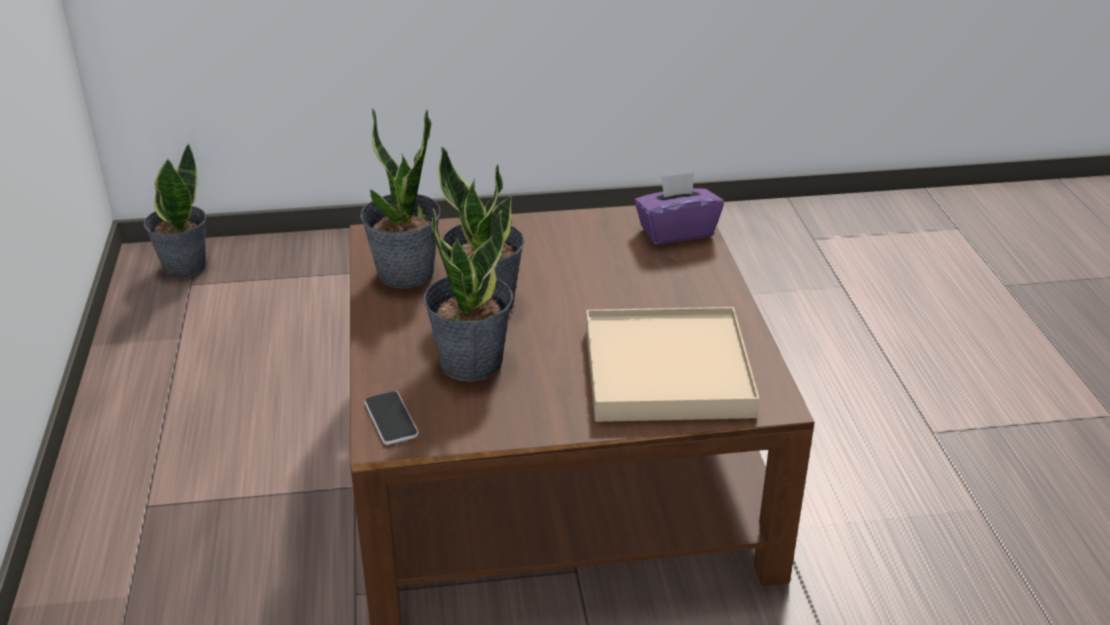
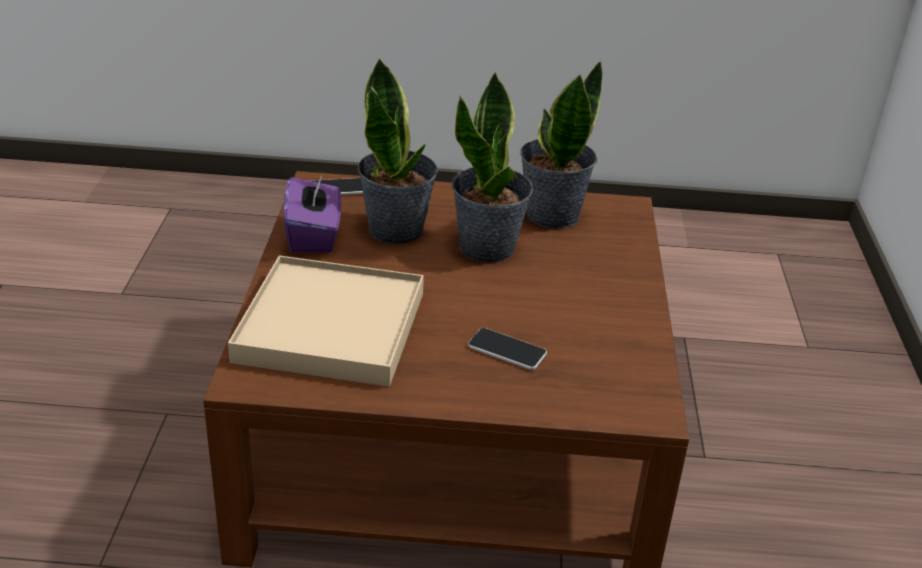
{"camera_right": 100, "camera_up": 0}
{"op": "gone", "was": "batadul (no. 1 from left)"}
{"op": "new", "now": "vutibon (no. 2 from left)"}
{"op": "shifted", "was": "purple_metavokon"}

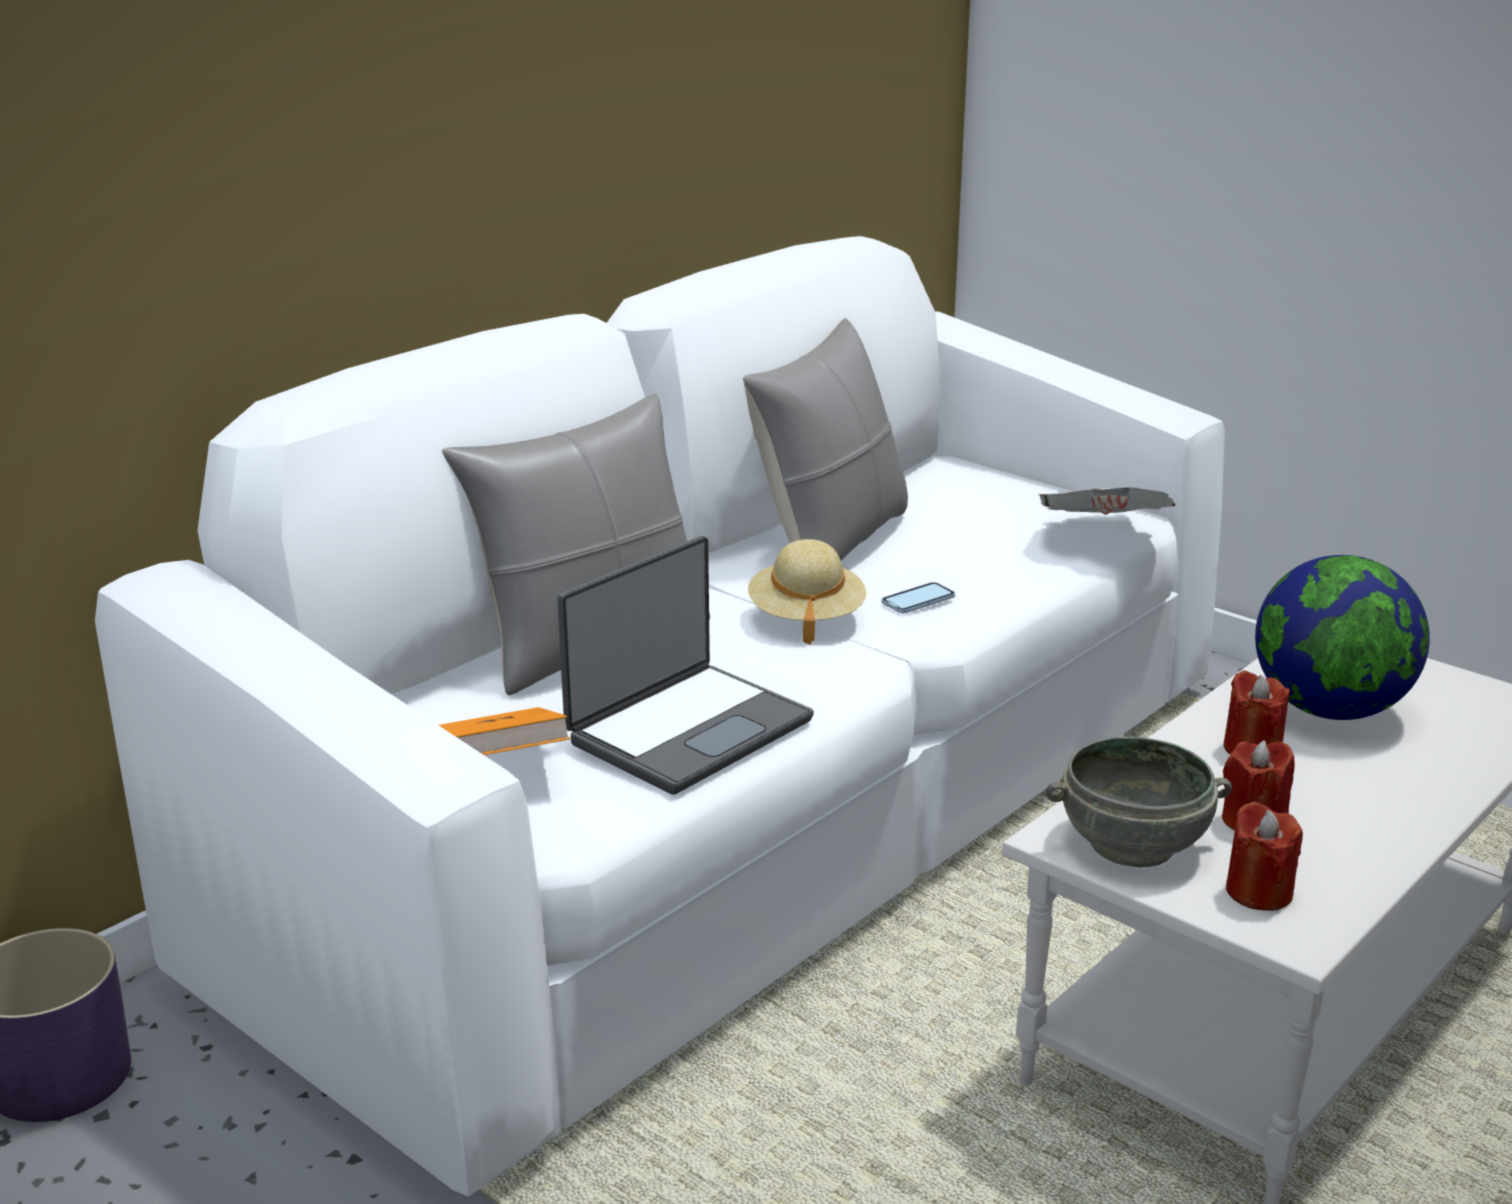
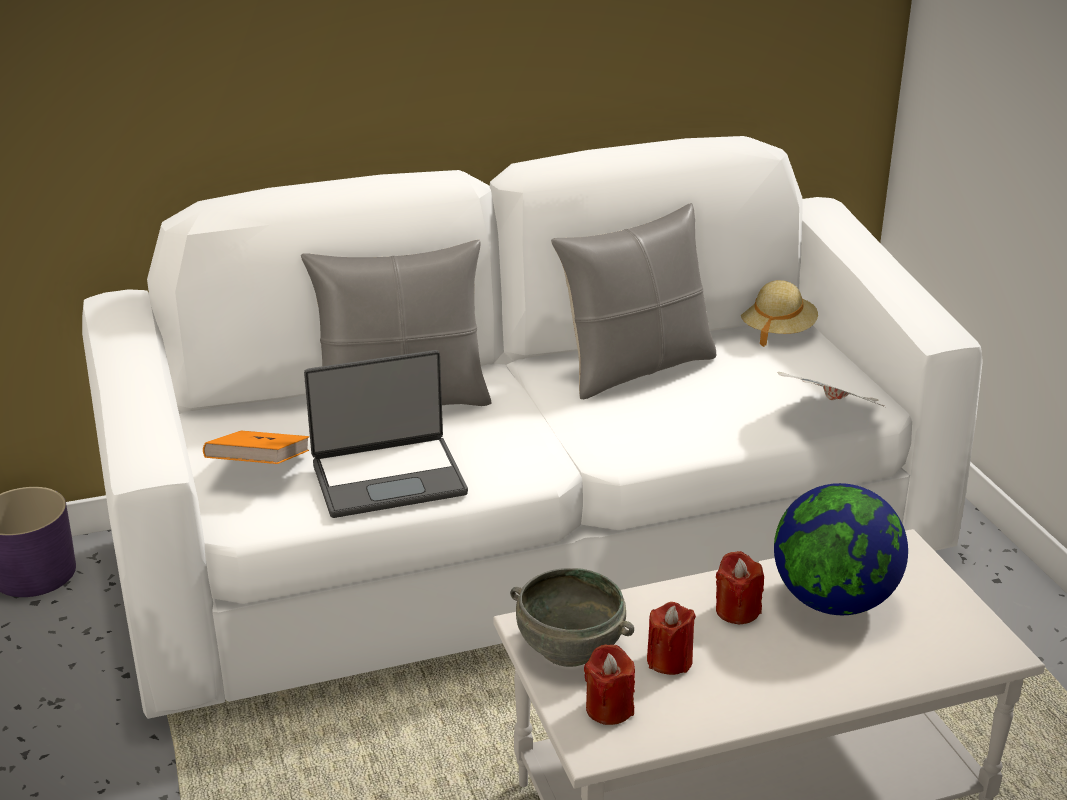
{"camera_right": 30, "camera_up": 5}
{"op": "gone", "was": "vutibon"}
{"op": "shifted", "was": "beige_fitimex"}

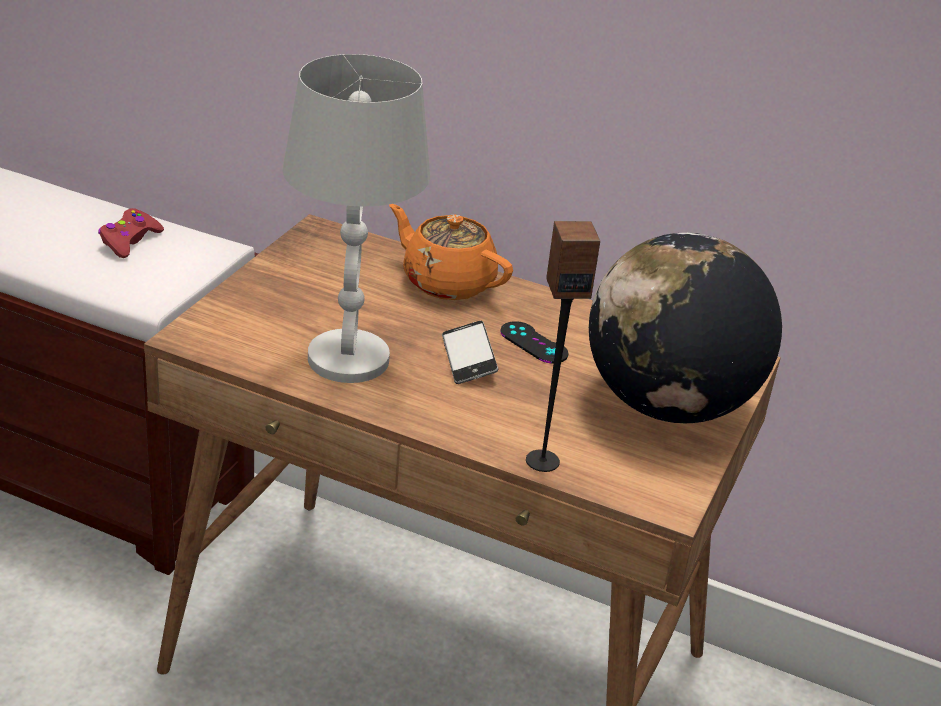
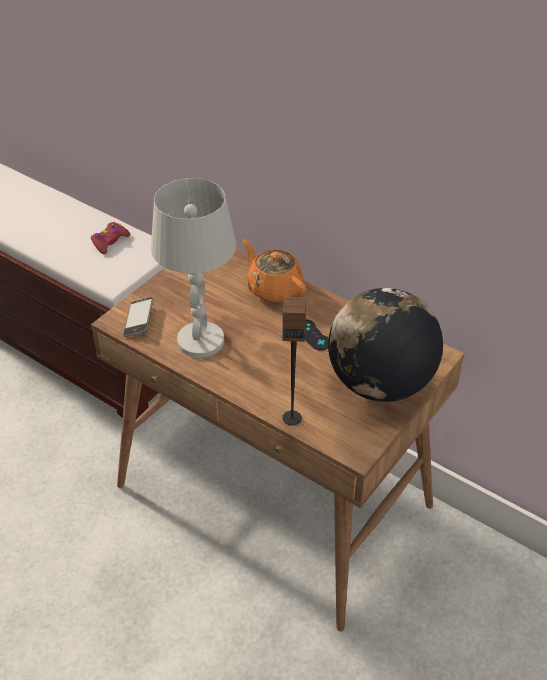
{"camera_right": 15, "camera_up": 10}
{"op": "shifted", "was": "vutibon"}

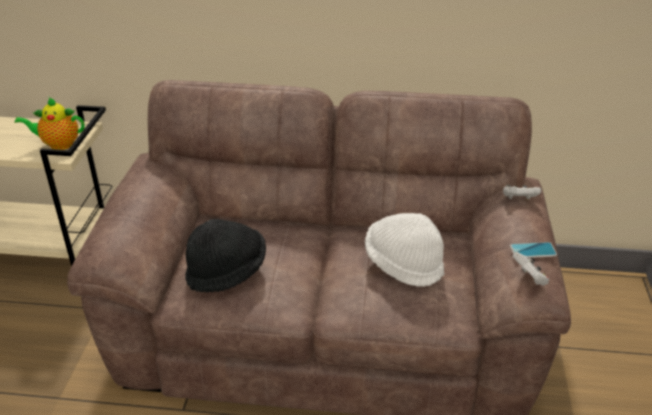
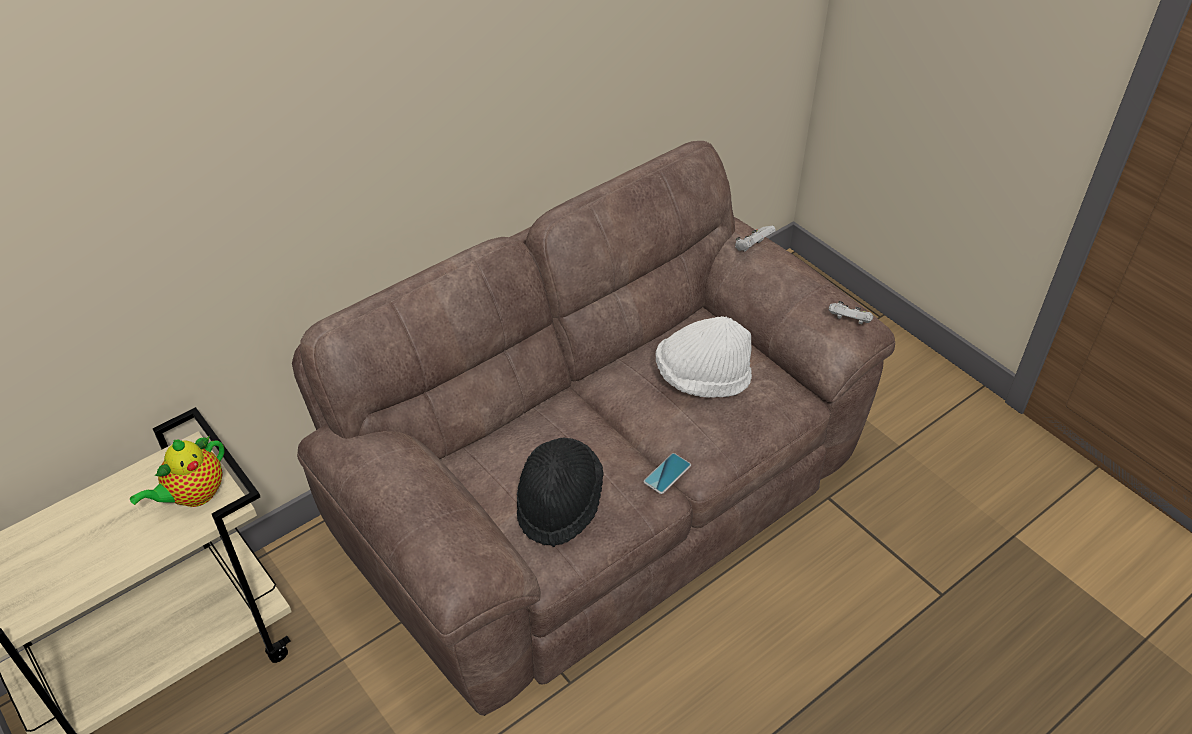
{"camera_right": -45, "camera_up": 10}
{"op": "shifted", "was": "vutibon"}

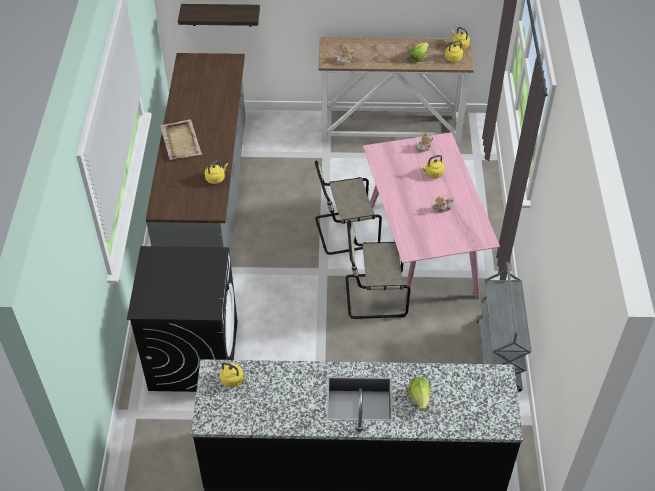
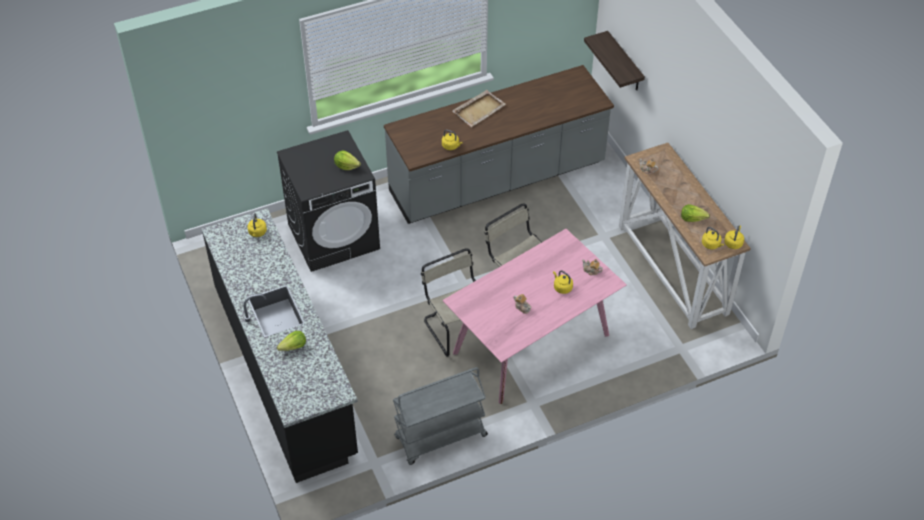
{"camera_right": 65, "camera_up": 0}
{"op": "new", "now": "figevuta (no. 2 from left)"}

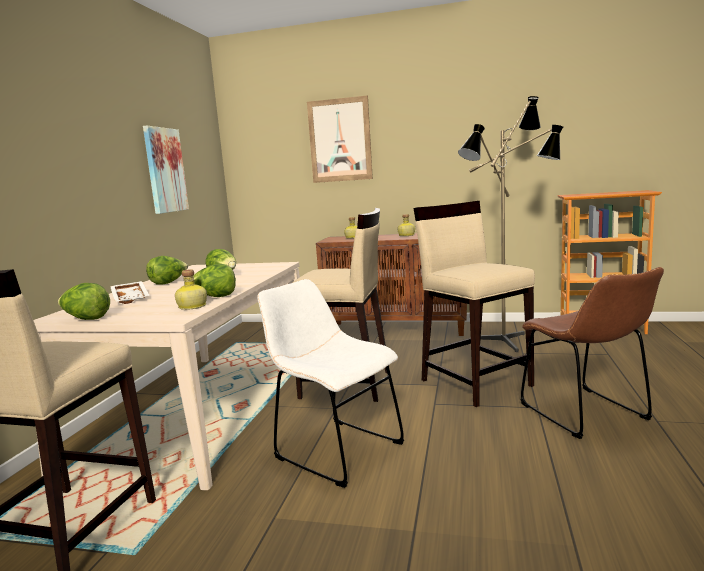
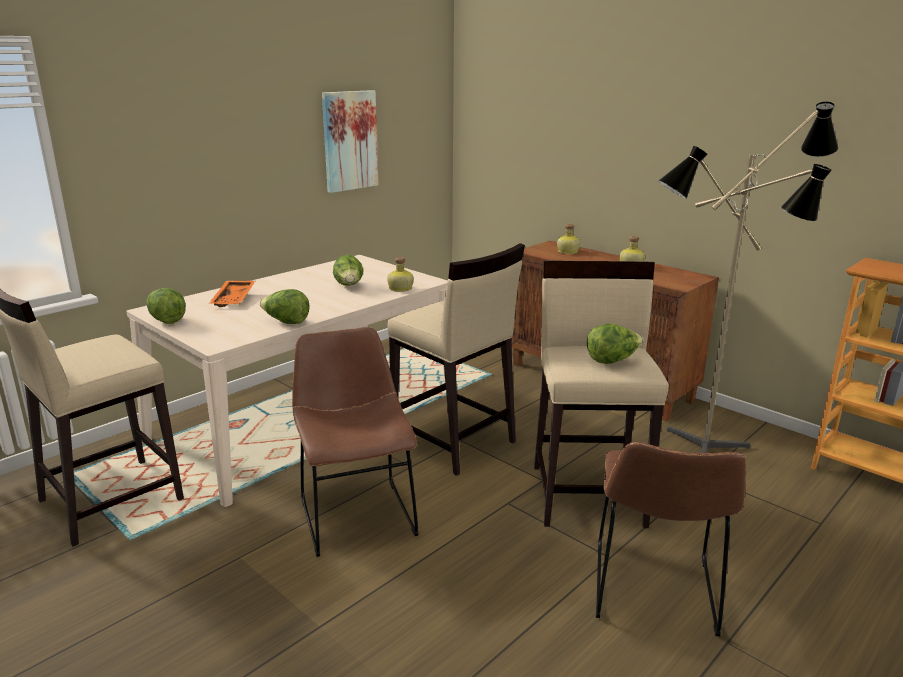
{"camera_right": 30, "camera_up": 10}
{"op": "gone", "was": "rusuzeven (no. 2 from left)"}
{"op": "shifted", "was": "figevuta (no. 2 from left in the first image)", "now": "figevuta (no. 4 from left)"}
{"op": "shifted", "was": "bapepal (no. 1 from left)"}
{"op": "repainted", "was": "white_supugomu", "now": "orange_supugomu"}
{"op": "repainted", "was": "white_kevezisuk", "now": "brown_kevezisuk (no. 1 from left)"}

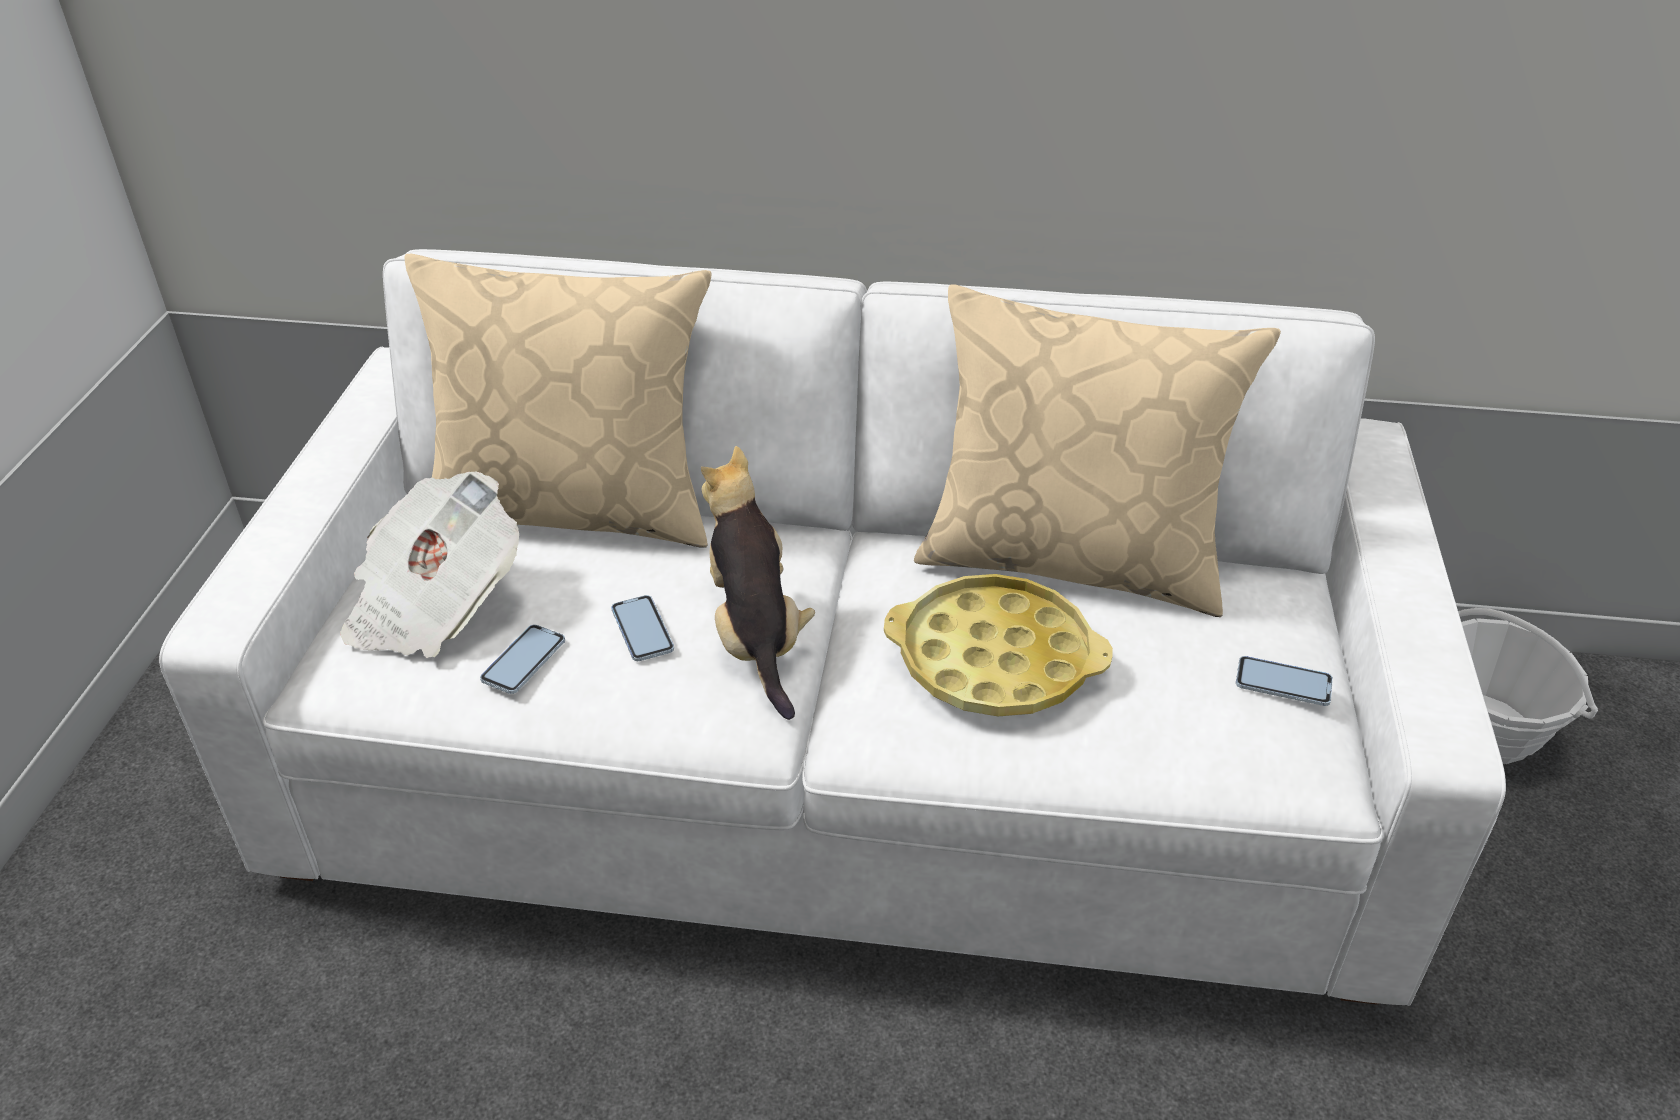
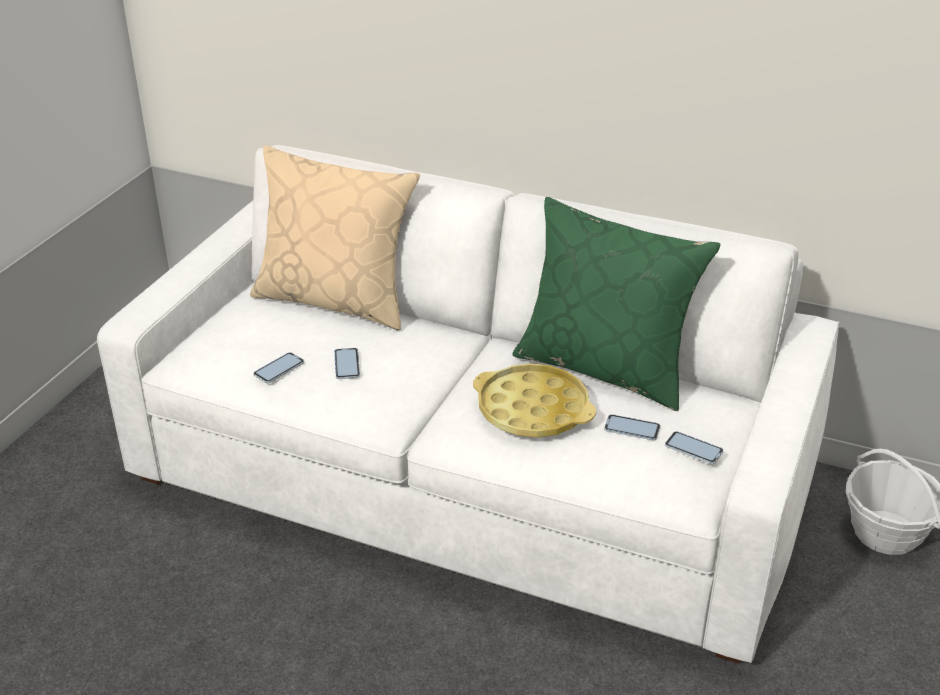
{"camera_right": 15, "camera_up": -5}
{"op": "gone", "was": "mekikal"}
{"op": "gone", "was": "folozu"}
{"op": "new", "now": "vutibon (no. 3 from left)"}
{"op": "repainted", "was": "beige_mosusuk (no. 2 from left)", "now": "green_mosusuk"}

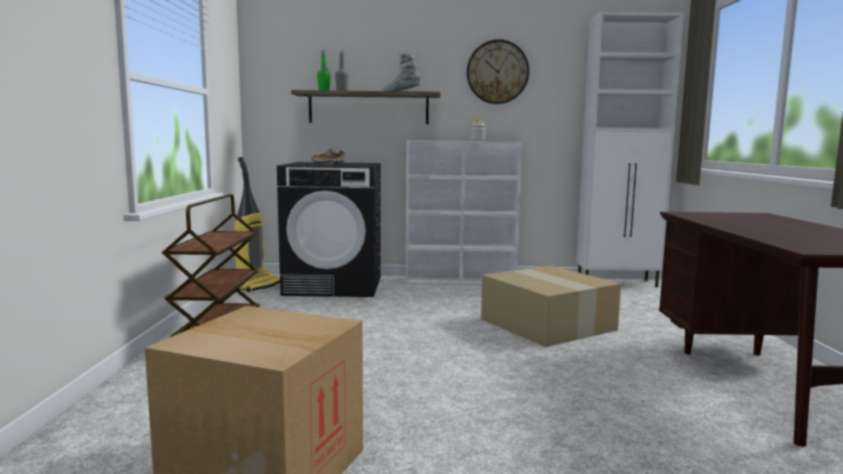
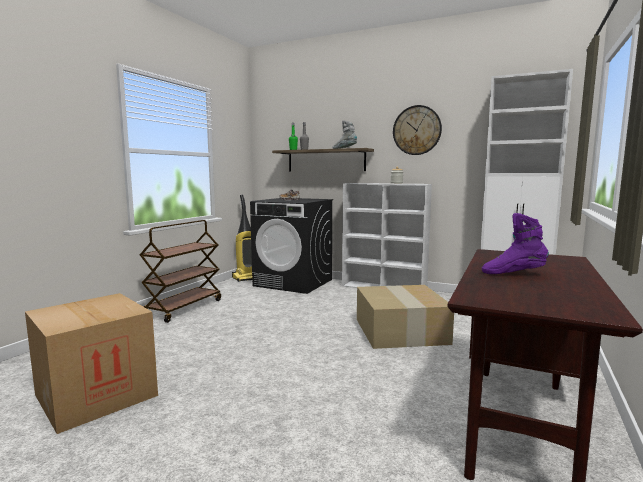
{"camera_right": 25, "camera_up": 0}
{"op": "new", "now": "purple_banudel"}

